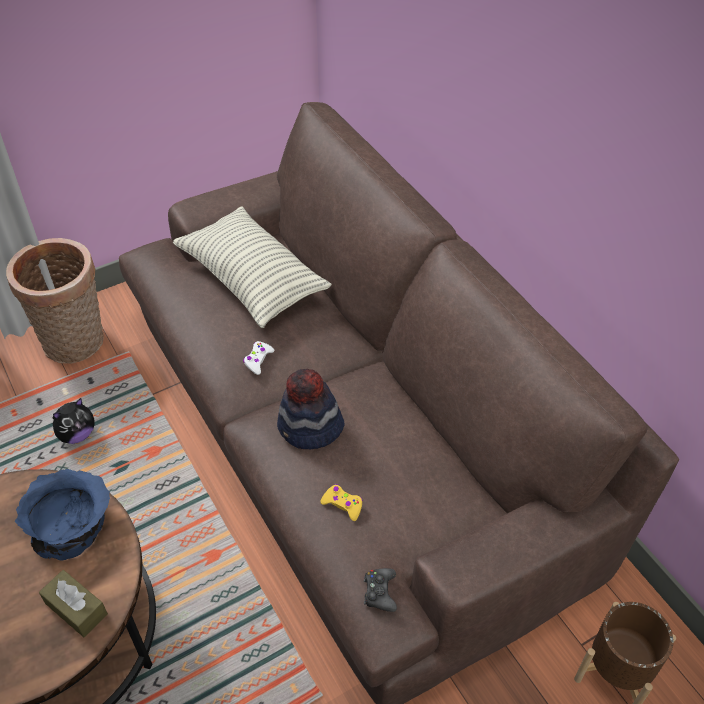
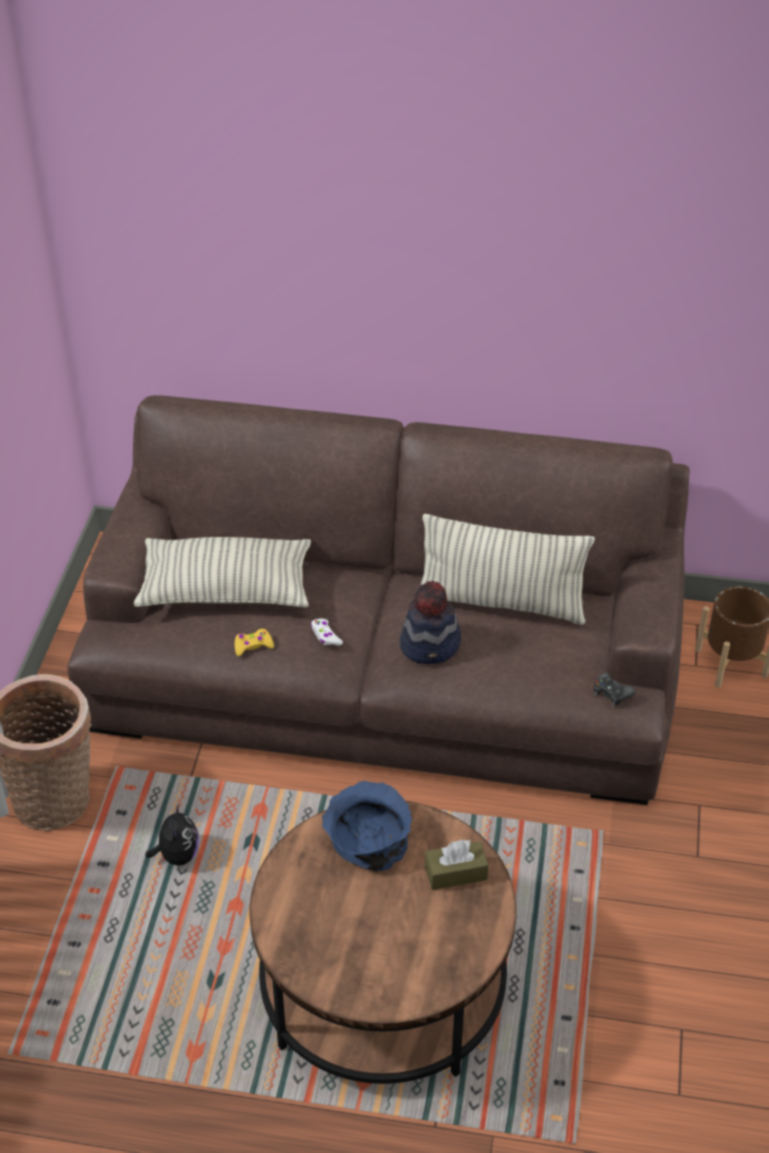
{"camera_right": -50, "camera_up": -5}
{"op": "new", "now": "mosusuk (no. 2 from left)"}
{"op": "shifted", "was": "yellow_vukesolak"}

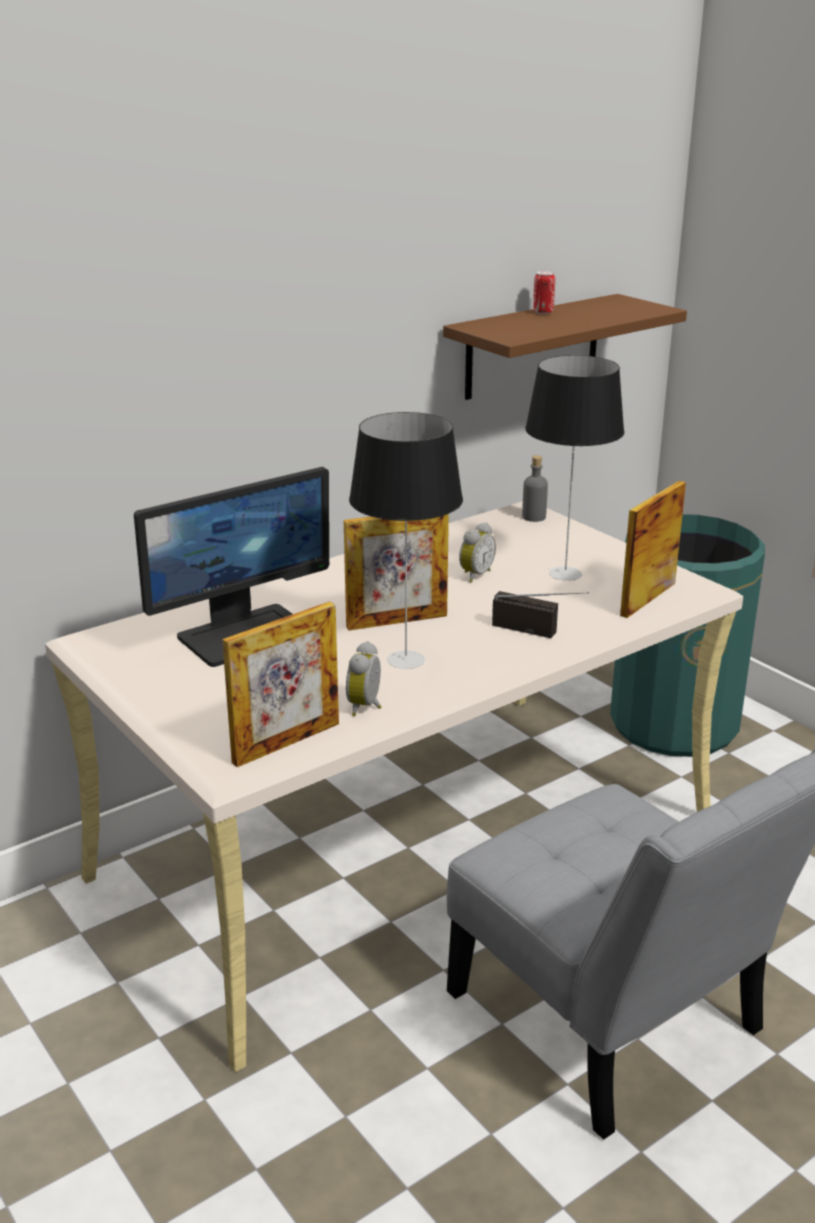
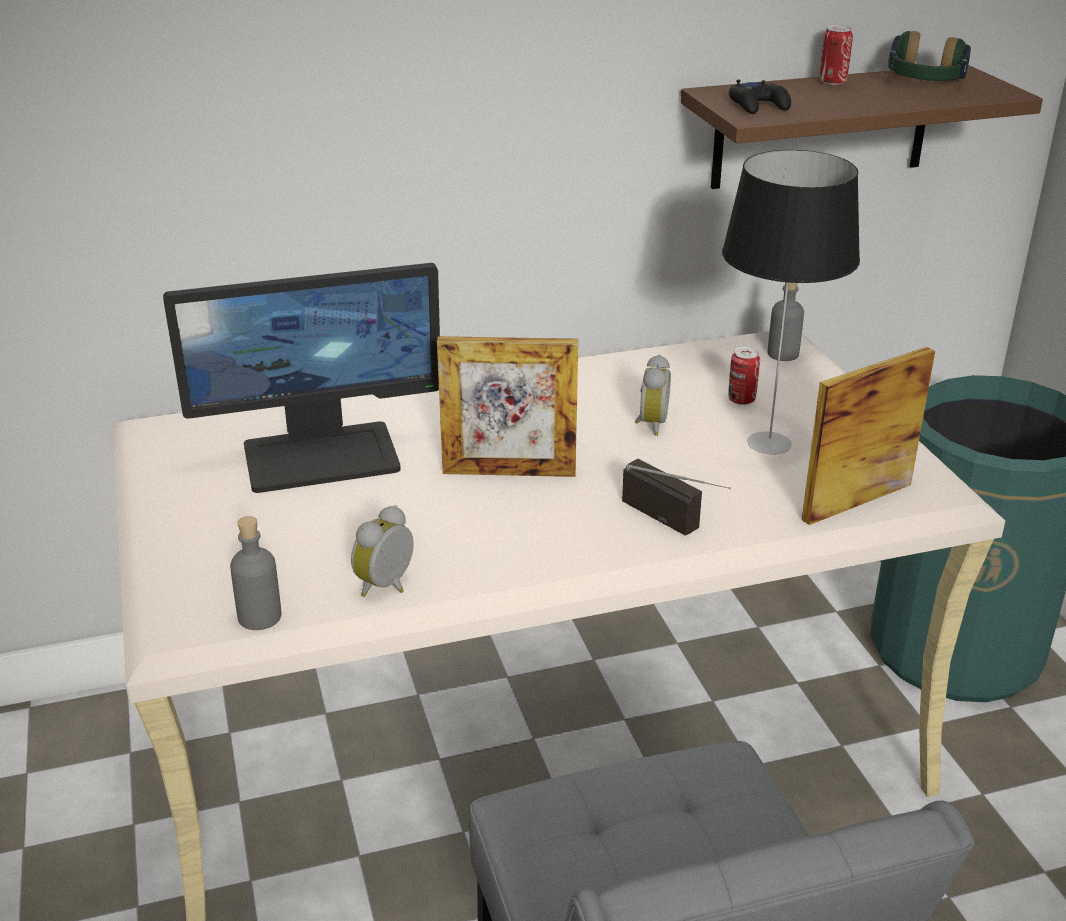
{"camera_right": 20, "camera_up": 5}
{"op": "gone", "was": "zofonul (no. 1 from left)"}
{"op": "new", "now": "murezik (no. 1 from left)"}
{"op": "new", "now": "black_vukesolak"}
{"op": "new", "now": "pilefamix"}
{"op": "swapped", "was": "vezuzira (no. 1 from left)", "now": "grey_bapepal (no. 1 from left)"}
{"op": "rotated", "was": "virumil (no. 2 from left)", "clockwise": -45}

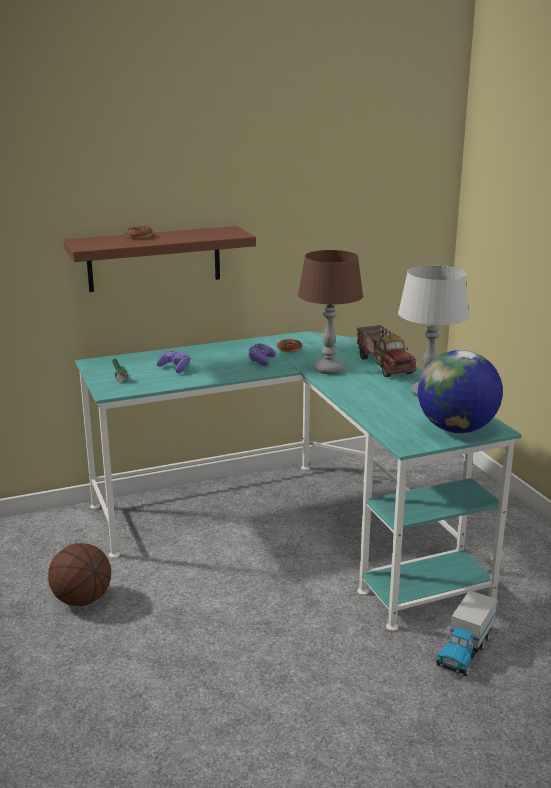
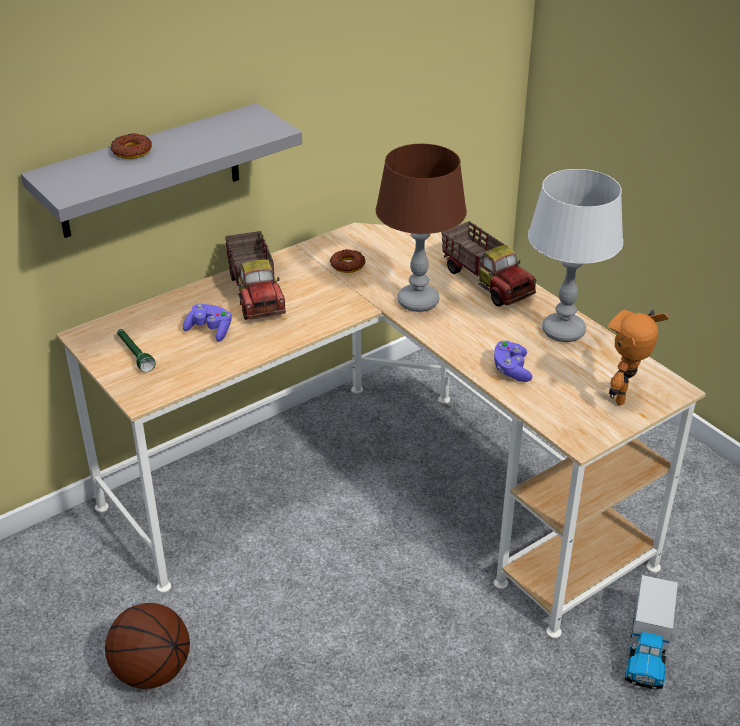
{"camera_right": -15, "camera_up": 15}
{"op": "new", "now": "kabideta (no. 1 from left)"}
{"op": "shifted", "was": "purple_vukesolak (no. 2 from left)"}
{"op": "swapped", "was": "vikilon", "now": "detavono"}
{"op": "repainted", "was": "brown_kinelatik", "now": "grey_kinelatik"}
{"op": "repainted", "was": "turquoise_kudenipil", "now": "beige_kudenipil"}

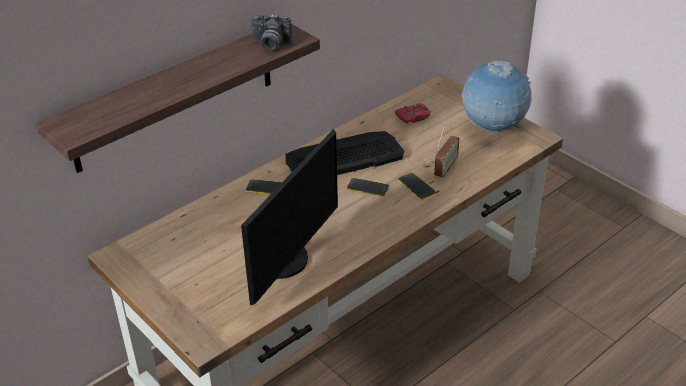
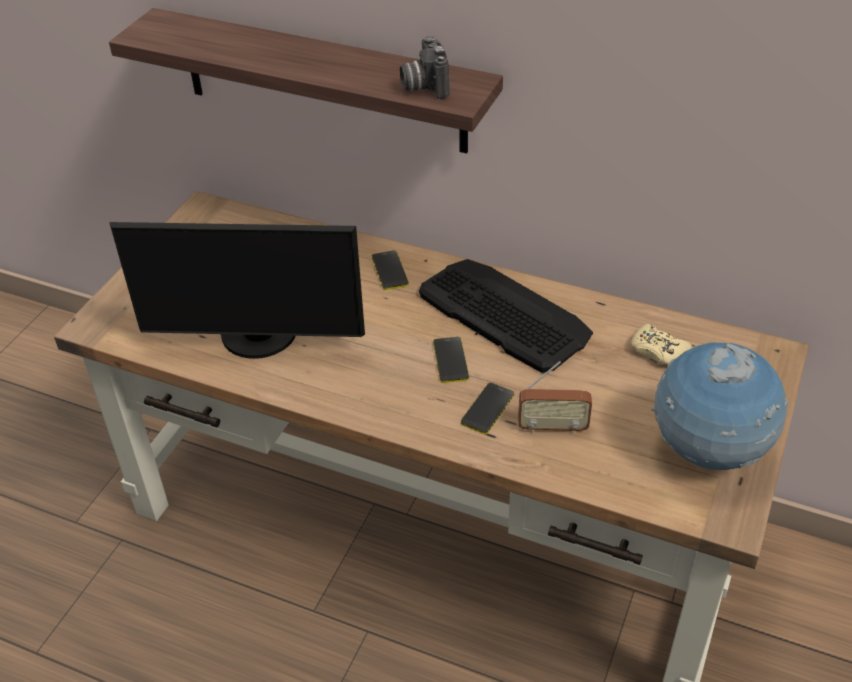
{"camera_right": 65, "camera_up": 5}
{"op": "repainted", "was": "red_vukesolak", "now": "beige_vukesolak"}

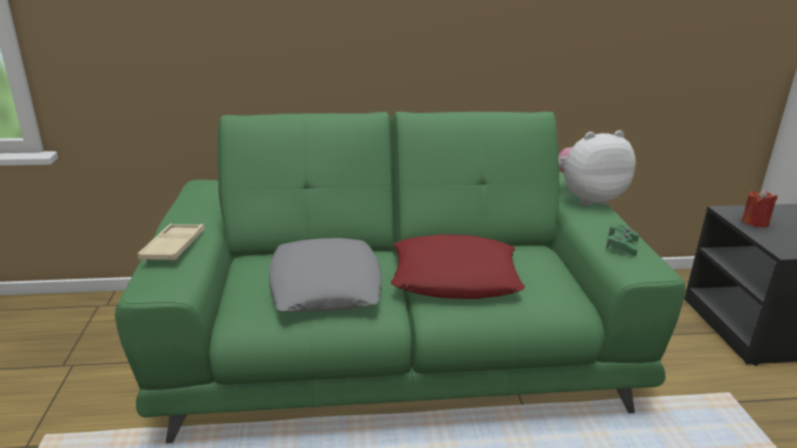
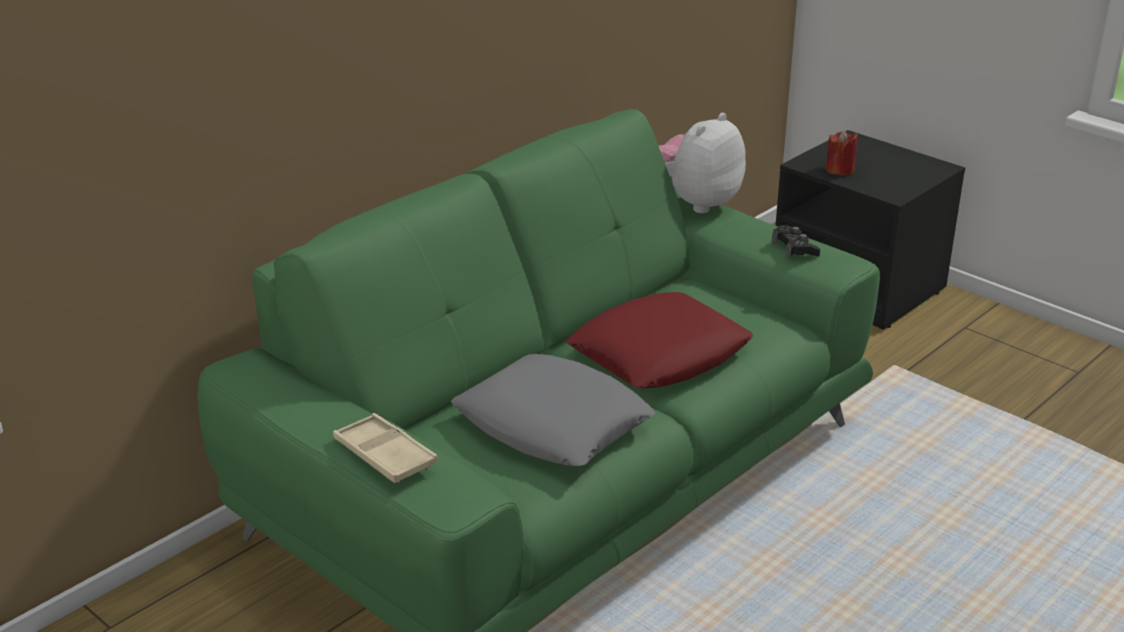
{"camera_right": -40, "camera_up": 5}
{"op": "repainted", "was": "green_vukesolak", "now": "black_vukesolak"}

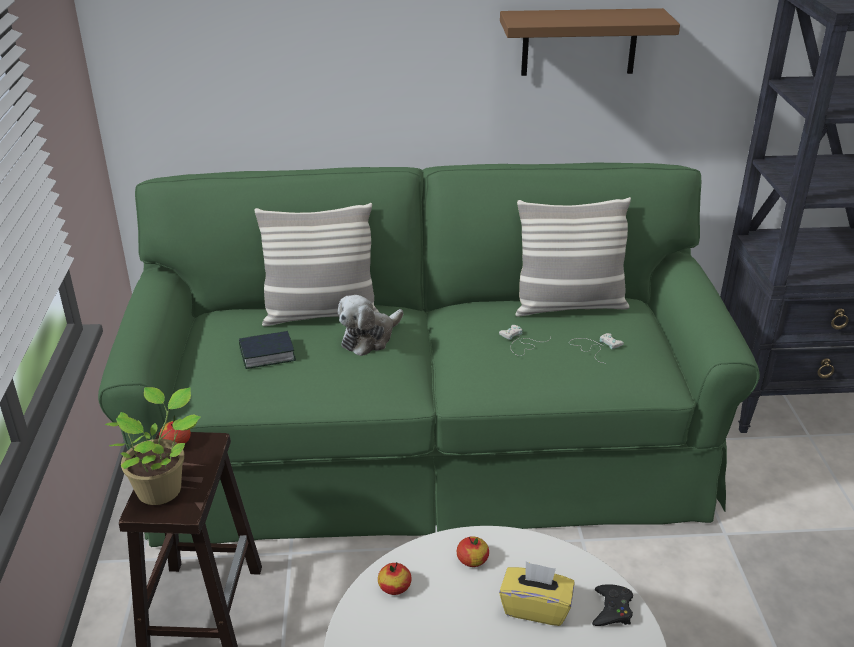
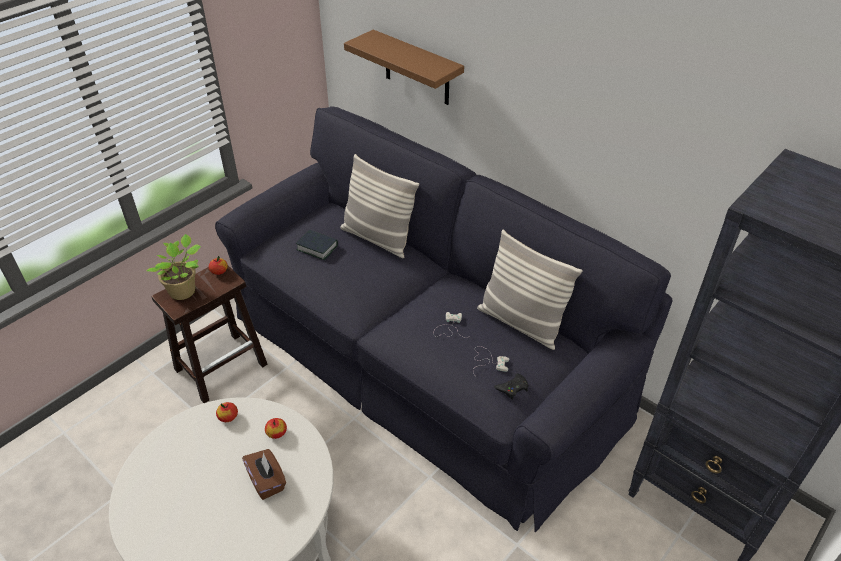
{"camera_right": 45, "camera_up": 10}
{"op": "gone", "was": "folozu"}
{"op": "shifted", "was": "brown_kinelatik"}
{"op": "shifted", "was": "black_vukesolak"}
{"op": "repainted", "was": "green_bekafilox", "now": "black_bekafilox"}
{"op": "repainted", "was": "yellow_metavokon", "now": "brown_metavokon"}

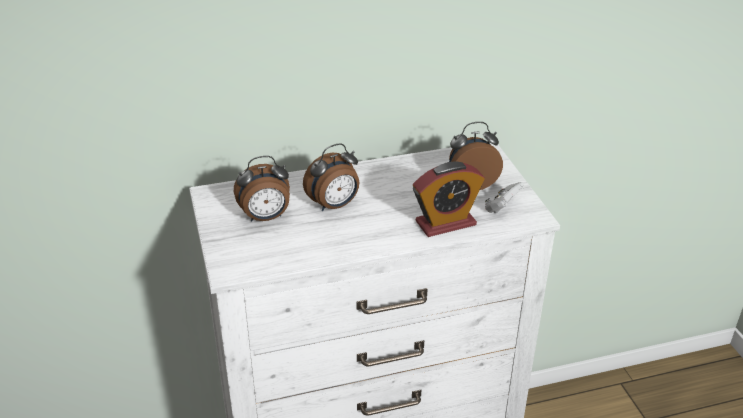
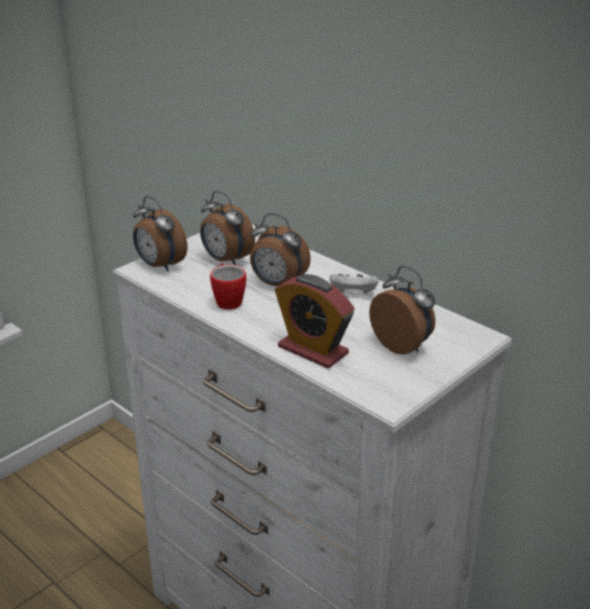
{"camera_right": 60, "camera_up": -5}
{"op": "new", "now": "virumil (no. 1 from left)"}
{"op": "new", "now": "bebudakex"}
{"op": "shifted", "was": "white_vukesolak"}

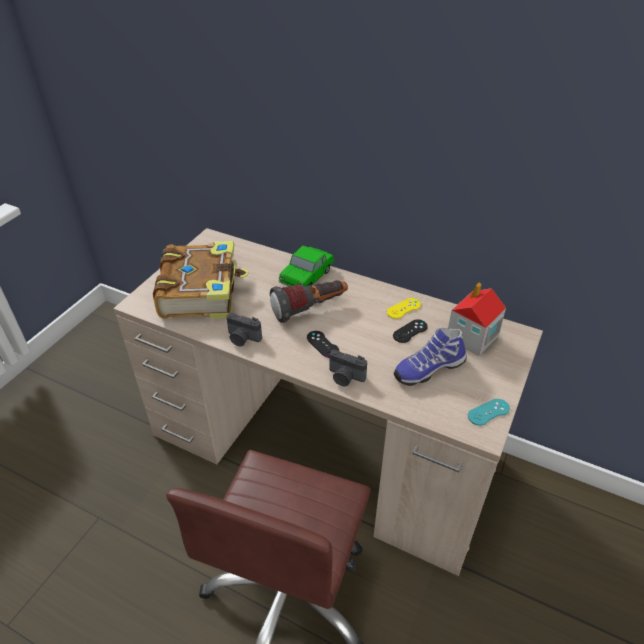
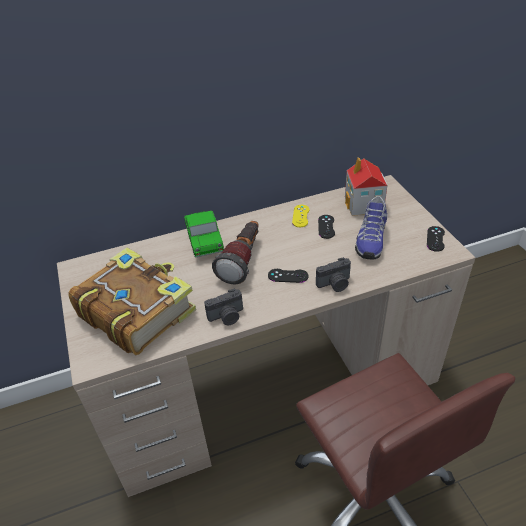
{"camera_right": -45, "camera_up": 0}
{"op": "repainted", "was": "turquoise_vukesolak", "now": "black_vukesolak (no. 3 from left)"}

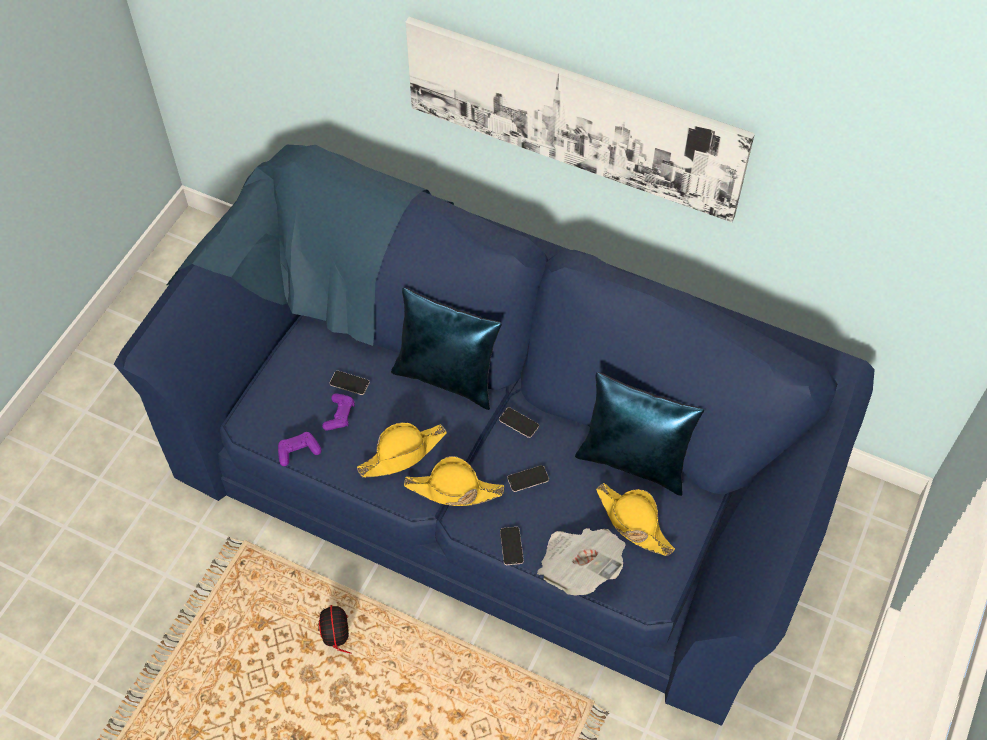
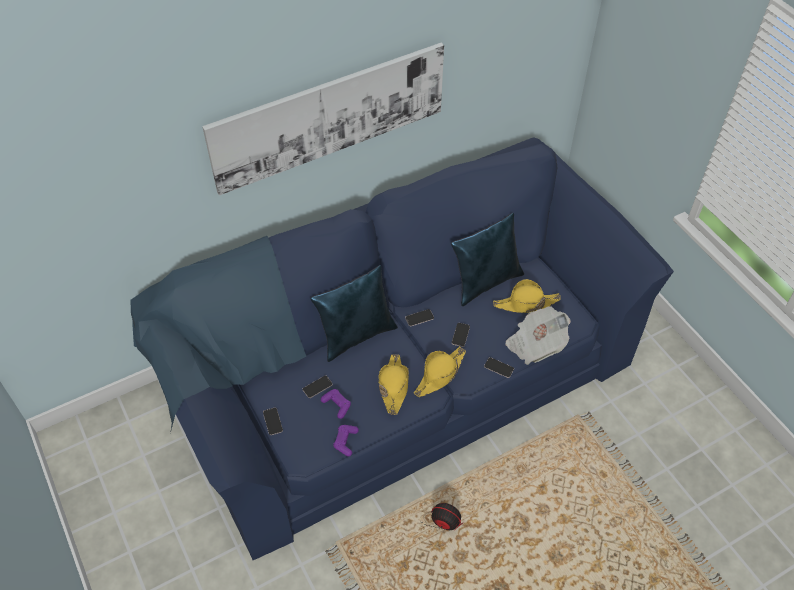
{"camera_right": -55, "camera_up": -5}
{"op": "new", "now": "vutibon (no. 1 from left)"}

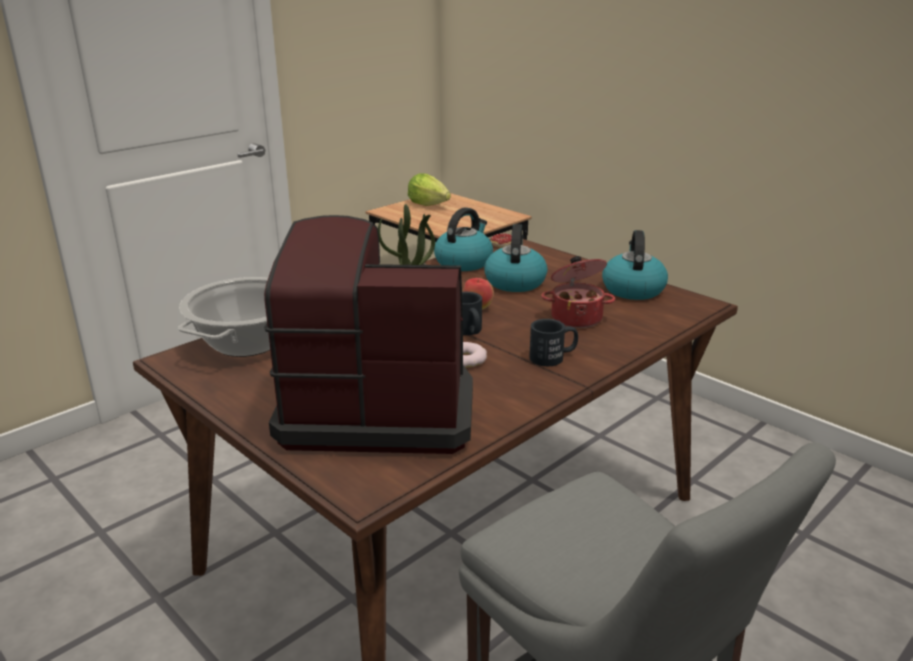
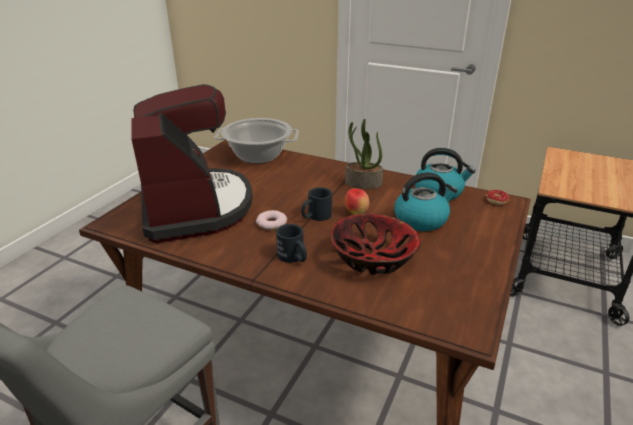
{"camera_right": 70, "camera_up": 5}
{"op": "gone", "was": "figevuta"}
{"op": "gone", "was": "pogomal (no. 3 from left)"}
{"op": "swapped", "was": "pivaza (no. 2 from left)", "now": "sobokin"}

